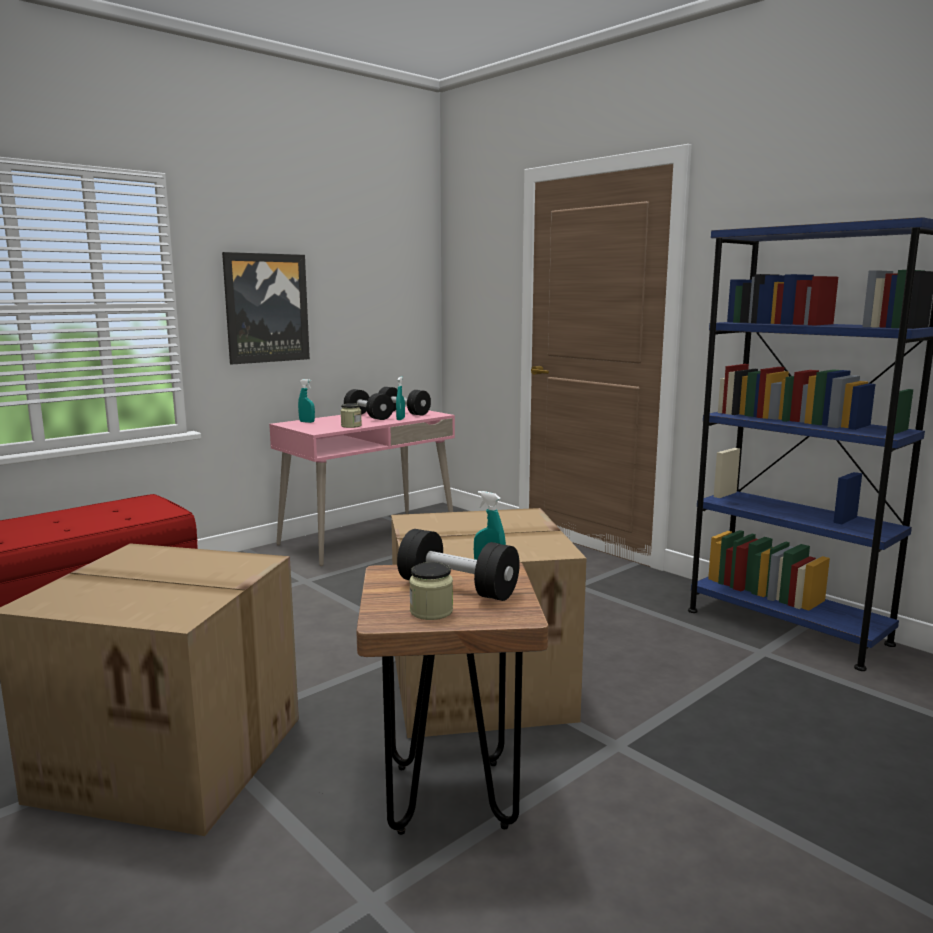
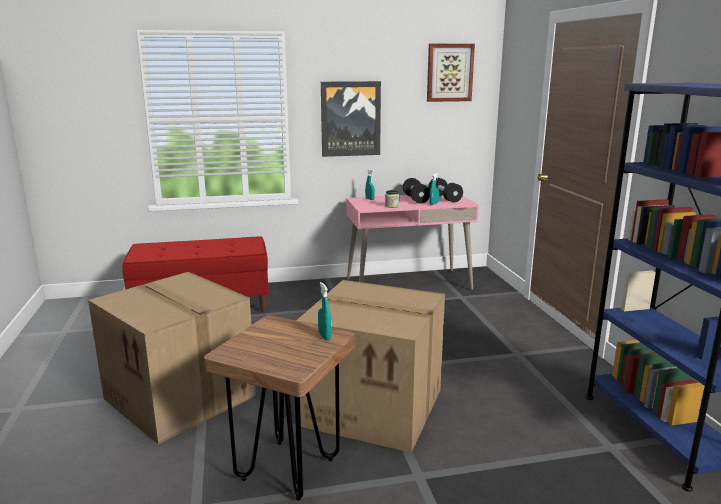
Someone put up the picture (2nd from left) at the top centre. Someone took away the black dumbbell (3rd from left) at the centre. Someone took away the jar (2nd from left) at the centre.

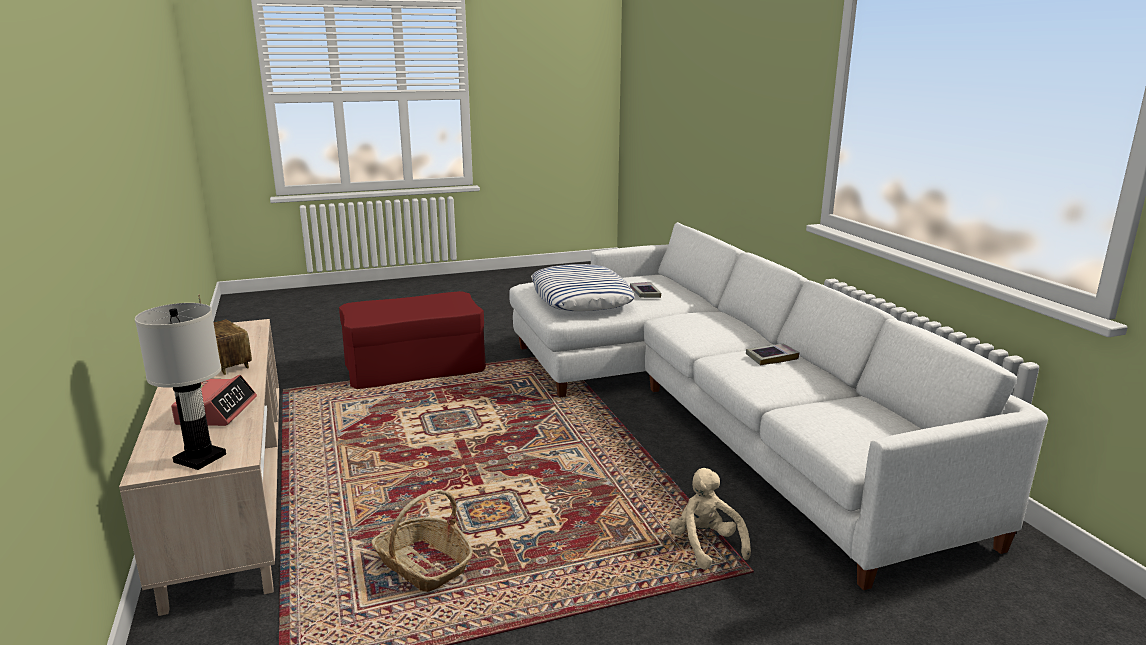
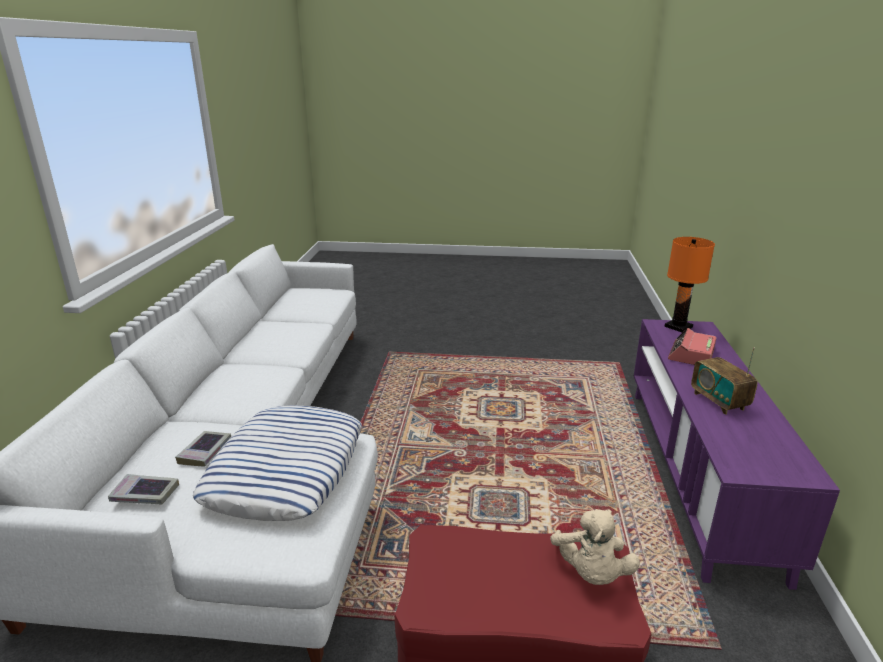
Someone carried the book (2nd from left in the first image) from the middle right to the bottom left. Someone carried the beige plush toy from the bottom centre to the bottom right. Someone repainted the beige tv stand at the bottom left, which became the purple tv stand at the bottom right. Someone repainted the white table lamp at the middle left, which became the orange table lamp at the middle right. Someone took away the basket at the bottom centre.

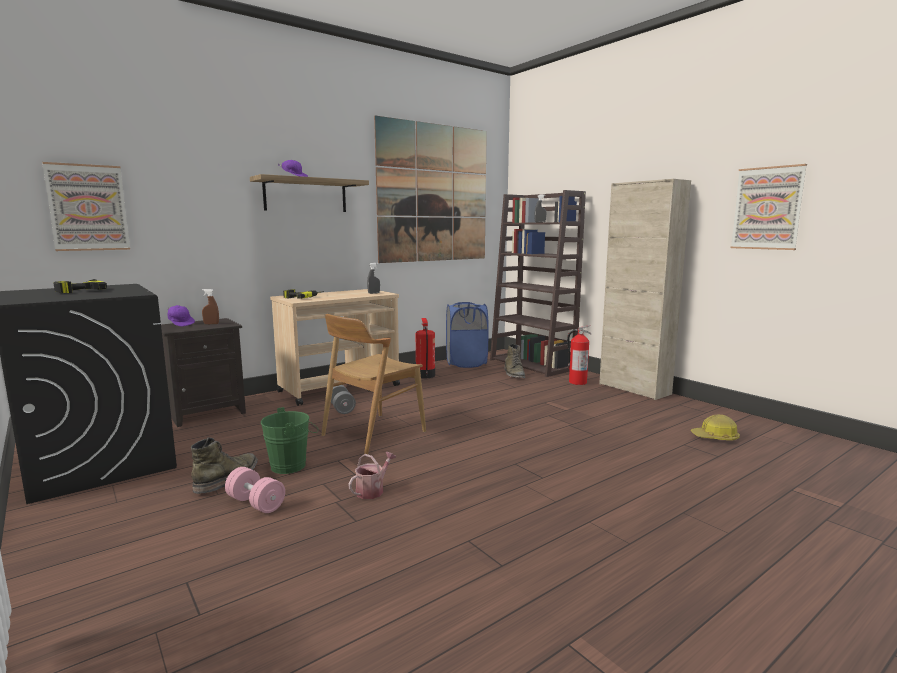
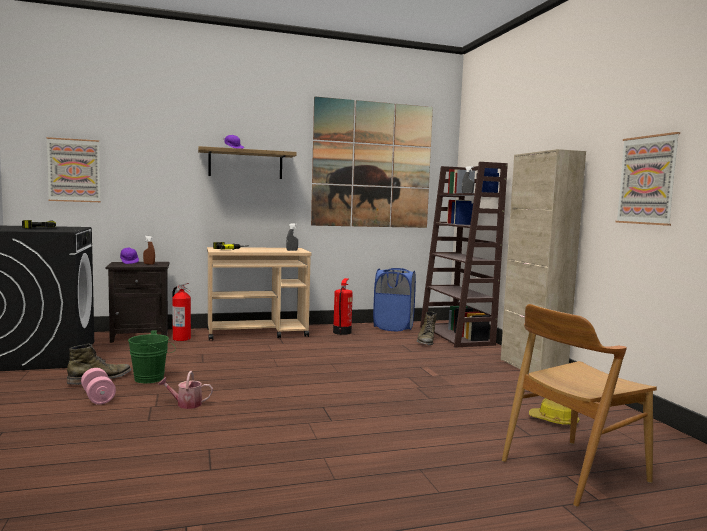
Someone rotated the watering can at the bottom centre by 150 degrees counterclockwise. Someone carried the fire extinguisher (2nd from left in the first image) from the centre to the middle left. Someone carried the brown chair from the centre to the bottom right. Someone took away the grey dumbbell at the centre.

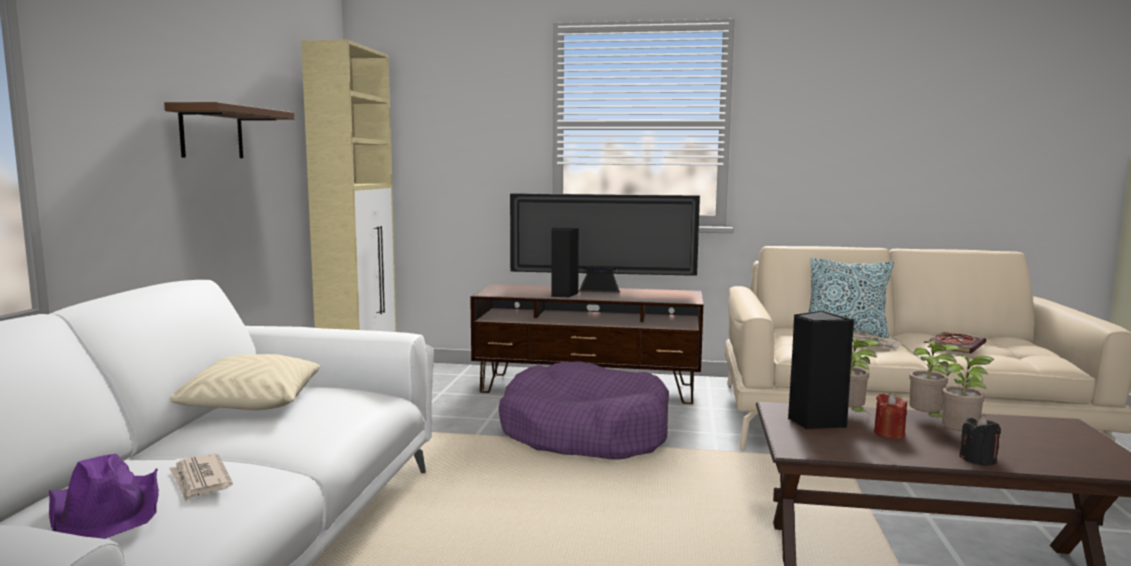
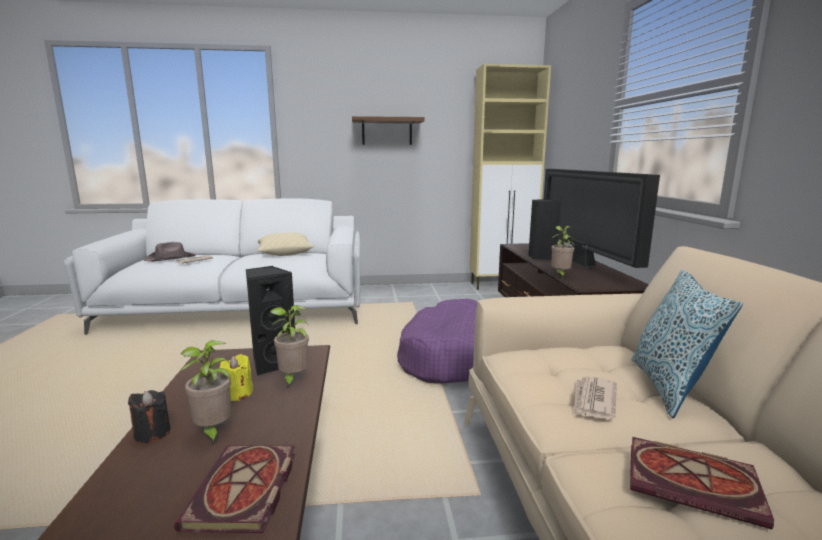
Someone repainted the purple hat at the bottom left, which became the brown hat at the middle left. Someone put down the book (1st from left) at the bottom left. Someone repainted the red candle at the bottom right, which became the yellow candle at the bottom left. Someone carried the potted plant (2nd from left in the first image) from the bottom right to the middle right.

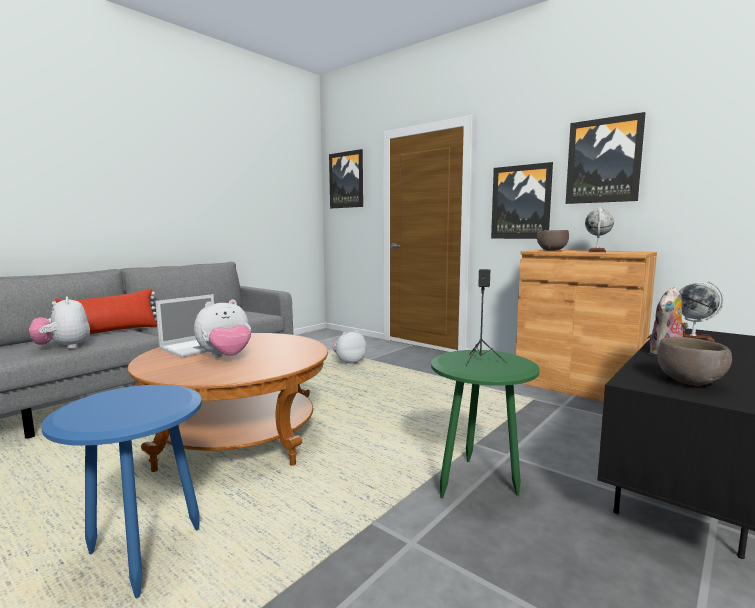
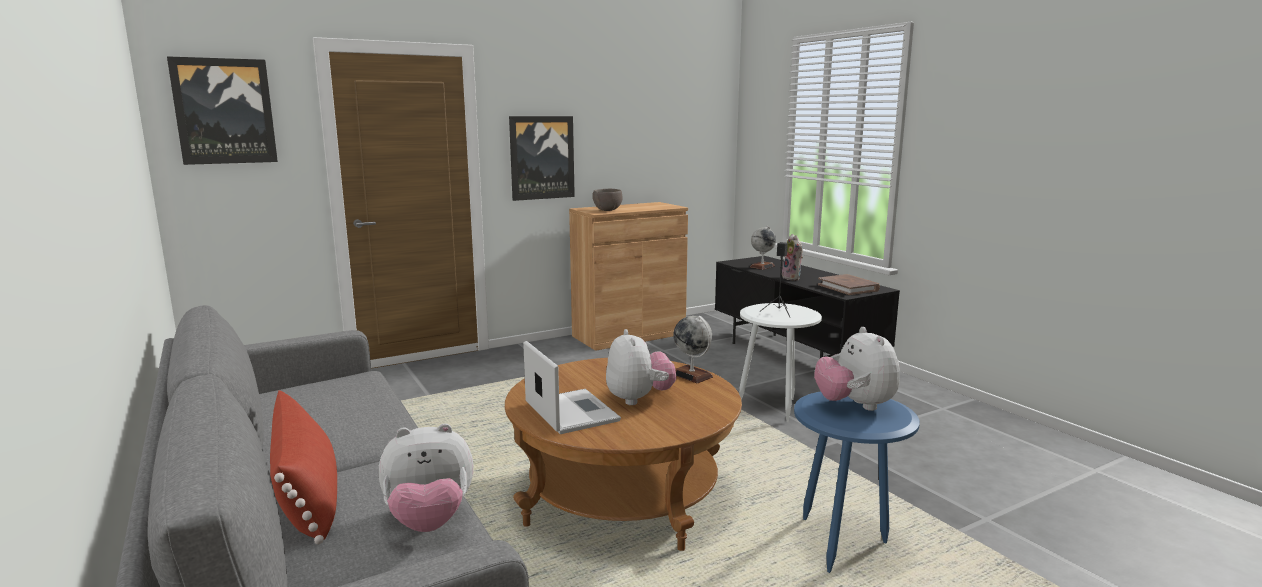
Someone carried the globe (1st from left) from the middle right to the centre. Someone repainted the green side table at the bottom centre, which became the white side table at the centre. Someone carried the plush toy (3rd from left in the first image) from the centre to the middle right. Someone swapped the brown bowl (2nd from left) at the middle right for the brown book at the middle right. Someone took away the picture (3rd from left) at the top right.

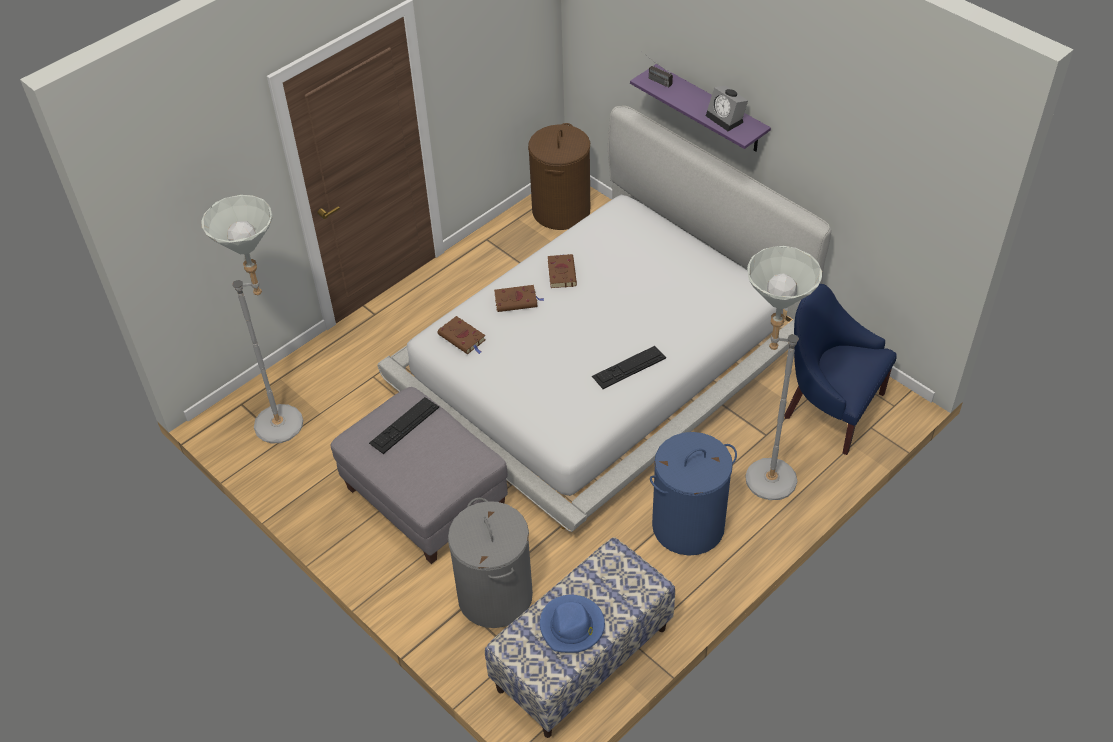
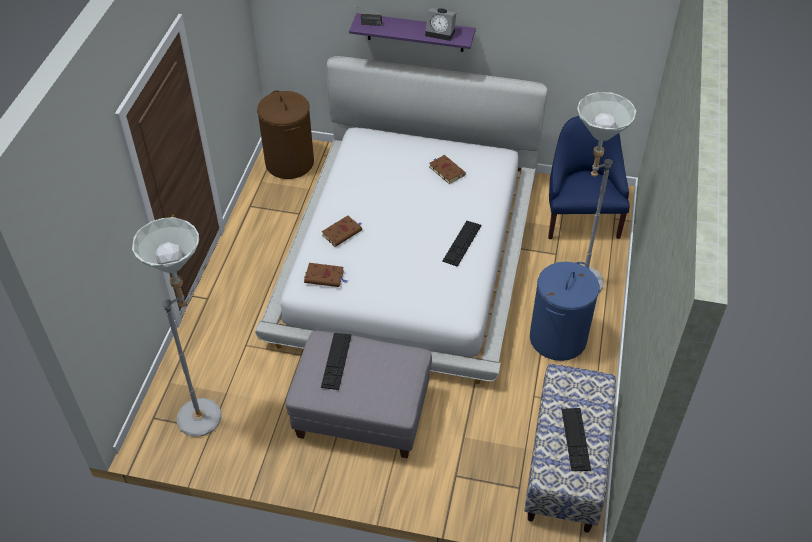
Someone carried the brown book (3rd from left) from the centre to the top centre. Someone rotated the blue armchair at the middle right by 90 degrees clockwise. Someone swapped the blue hat at the bottom centre for the keyboard (3rd from left) at the bottom right. Someone took away the grey laundry basket at the bottom centre.

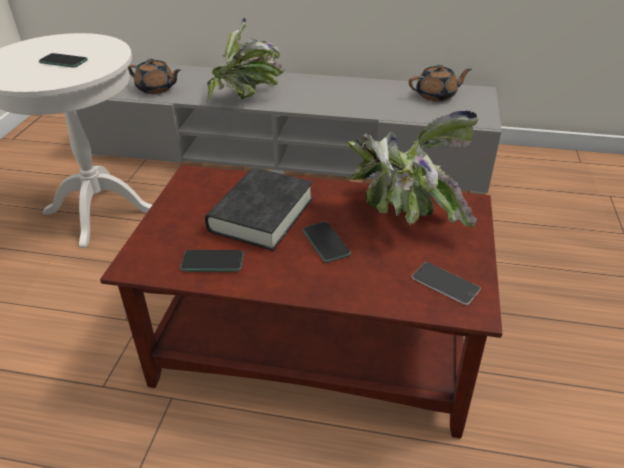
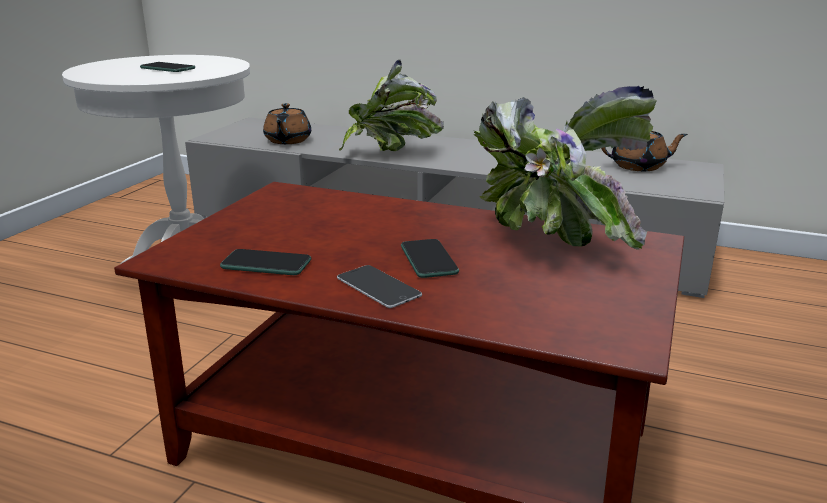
Someone rotated the brown teapot (1st from left) at the top left by 60 degrees clockwise. Someone carried the phone (4th from left in the first image) from the middle right to the centre. Someone took away the black book at the centre.

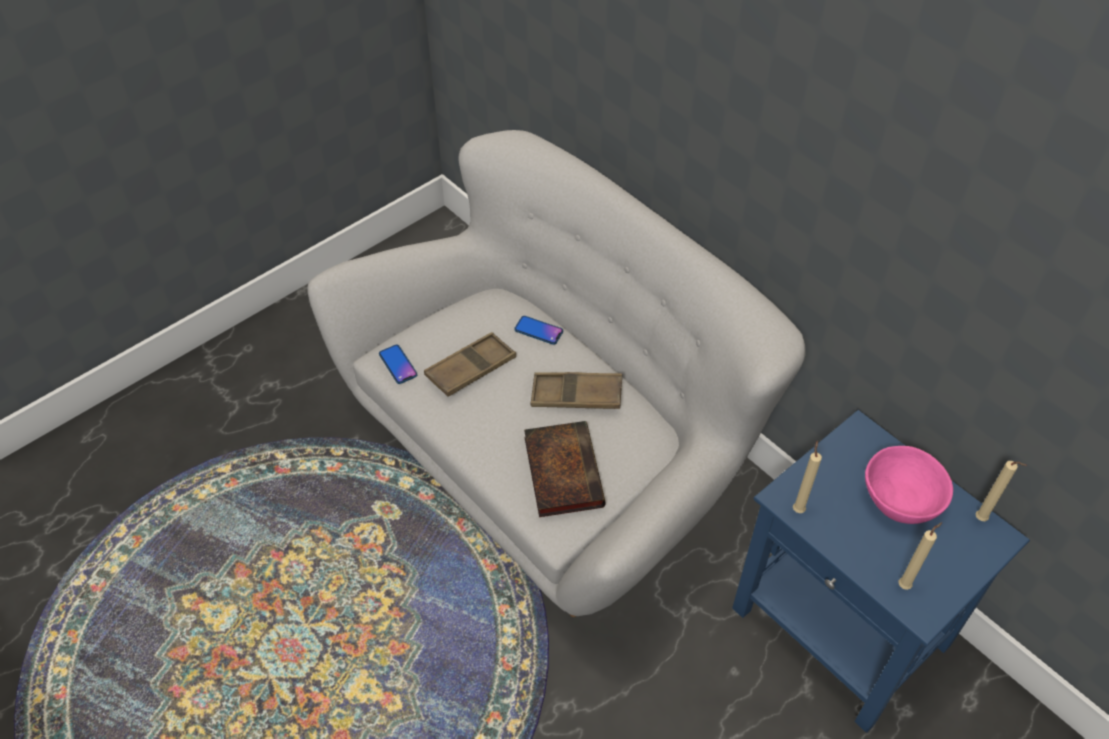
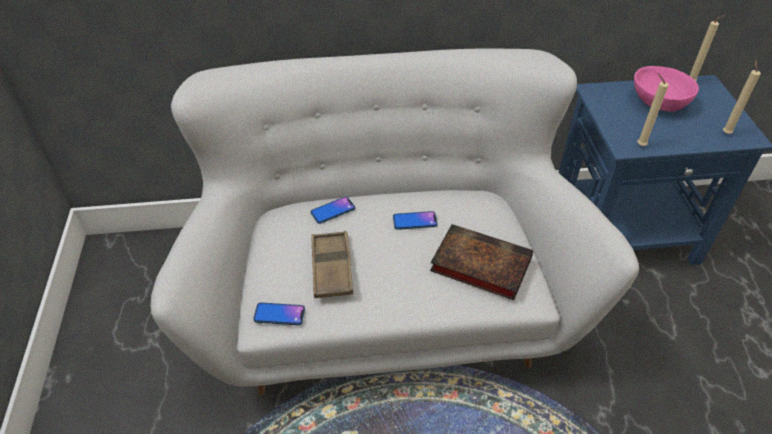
Someone swapped the brown tray (2nd from left) at the centre for the phone (3rd from left) at the centre.

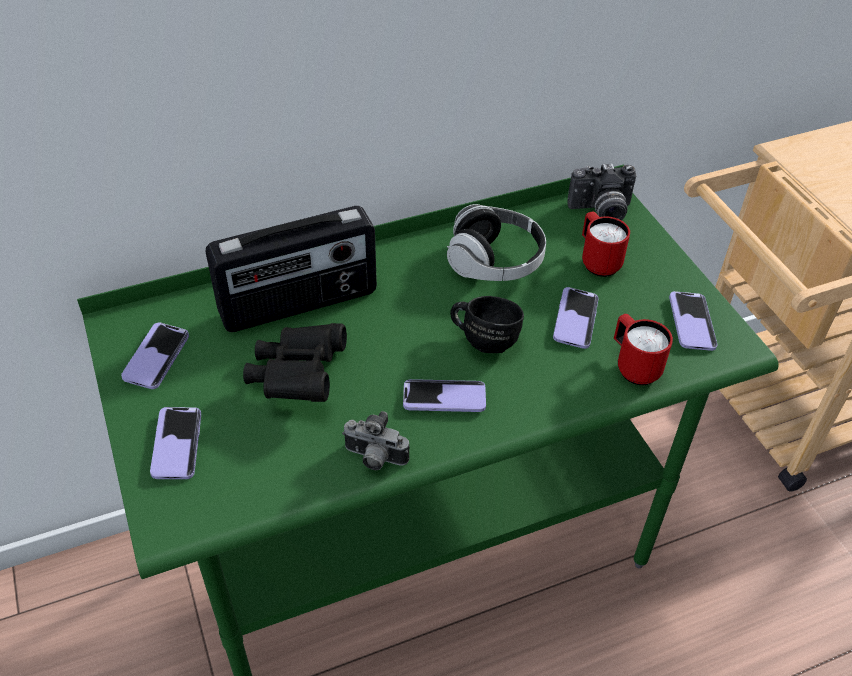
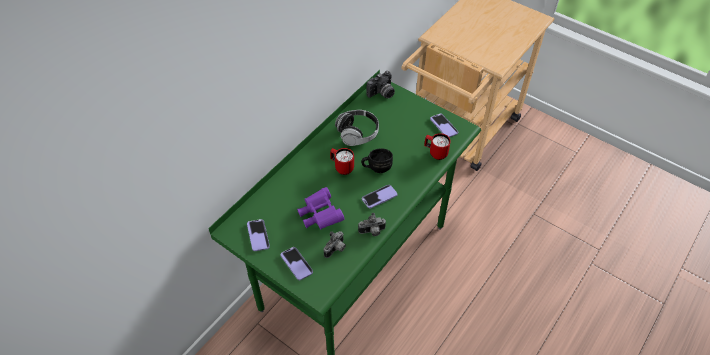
Someone repainted the black binoculars at the centre, which became the purple binoculars at the centre. Someone put down the photo camera (1st from left) at the bottom centre. Someone carried the red mug (1st from left) from the middle right to the centre. Someone took away the radio at the centre. Someone took away the phone (4th from left) at the middle right.

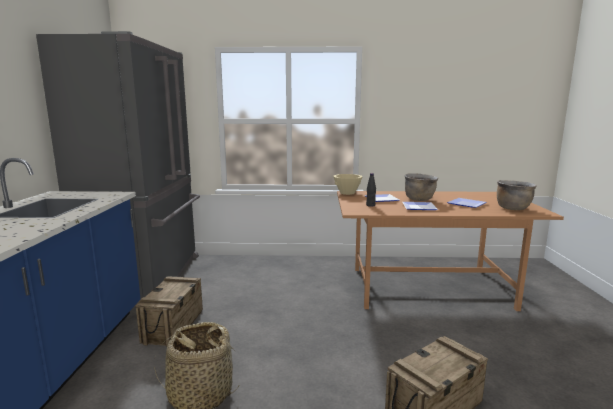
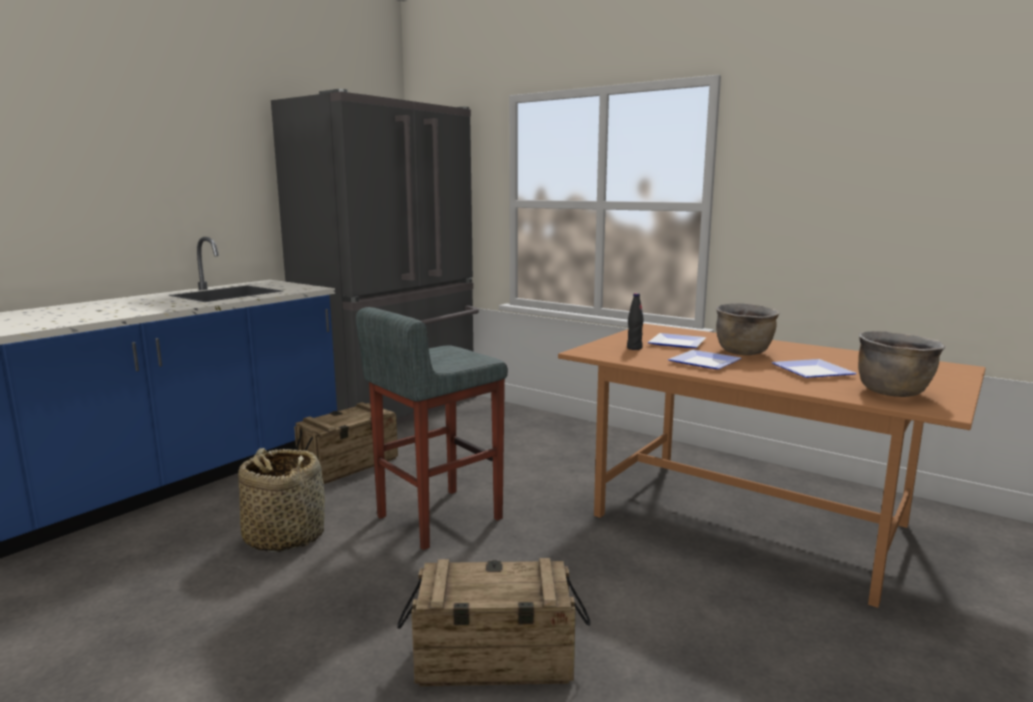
Someone put down the grey stool at the centre. Someone took away the beige bowl at the centre.

